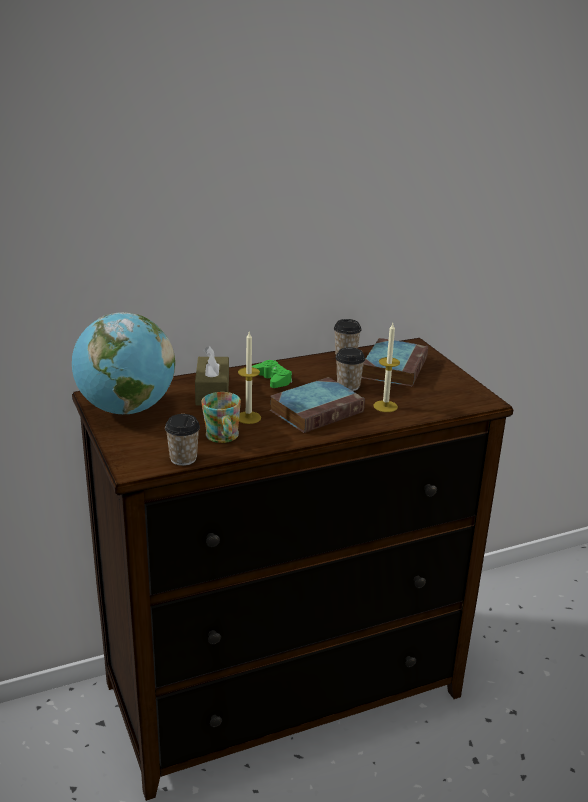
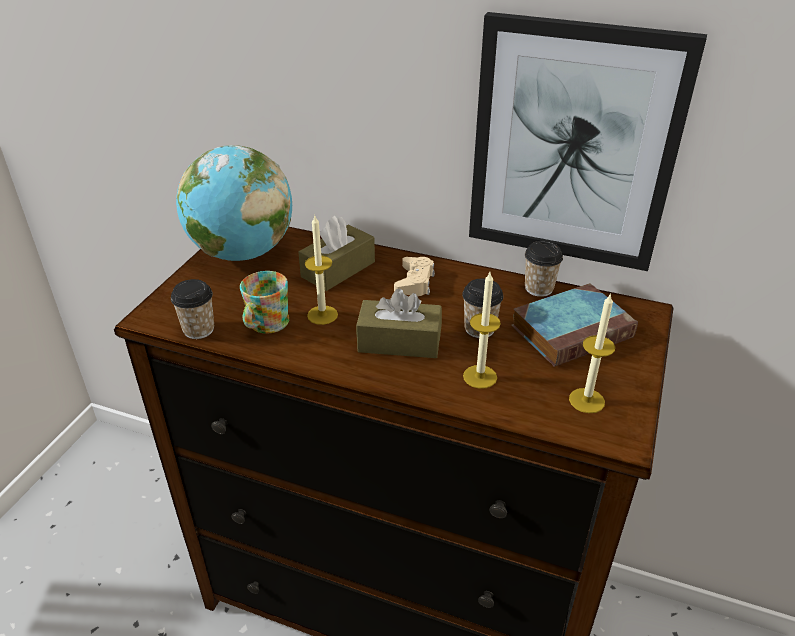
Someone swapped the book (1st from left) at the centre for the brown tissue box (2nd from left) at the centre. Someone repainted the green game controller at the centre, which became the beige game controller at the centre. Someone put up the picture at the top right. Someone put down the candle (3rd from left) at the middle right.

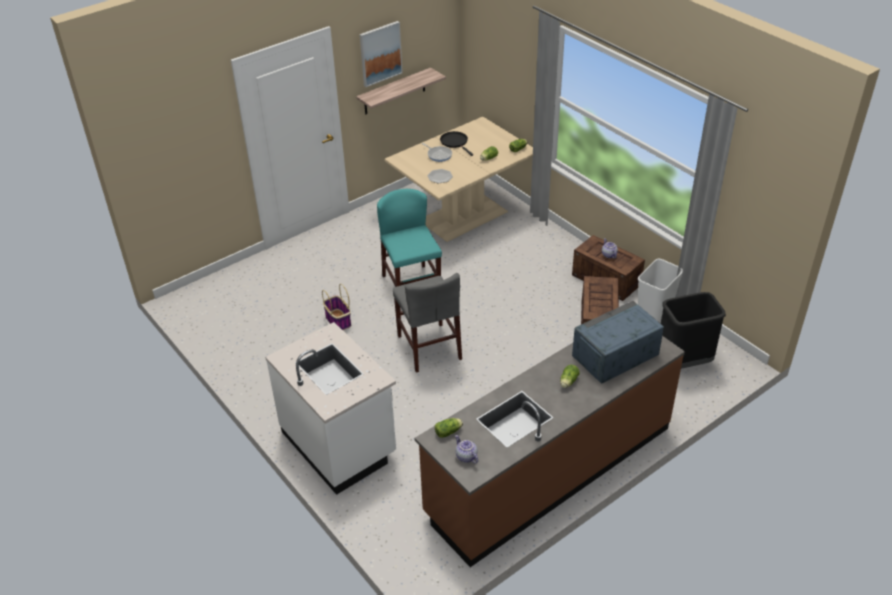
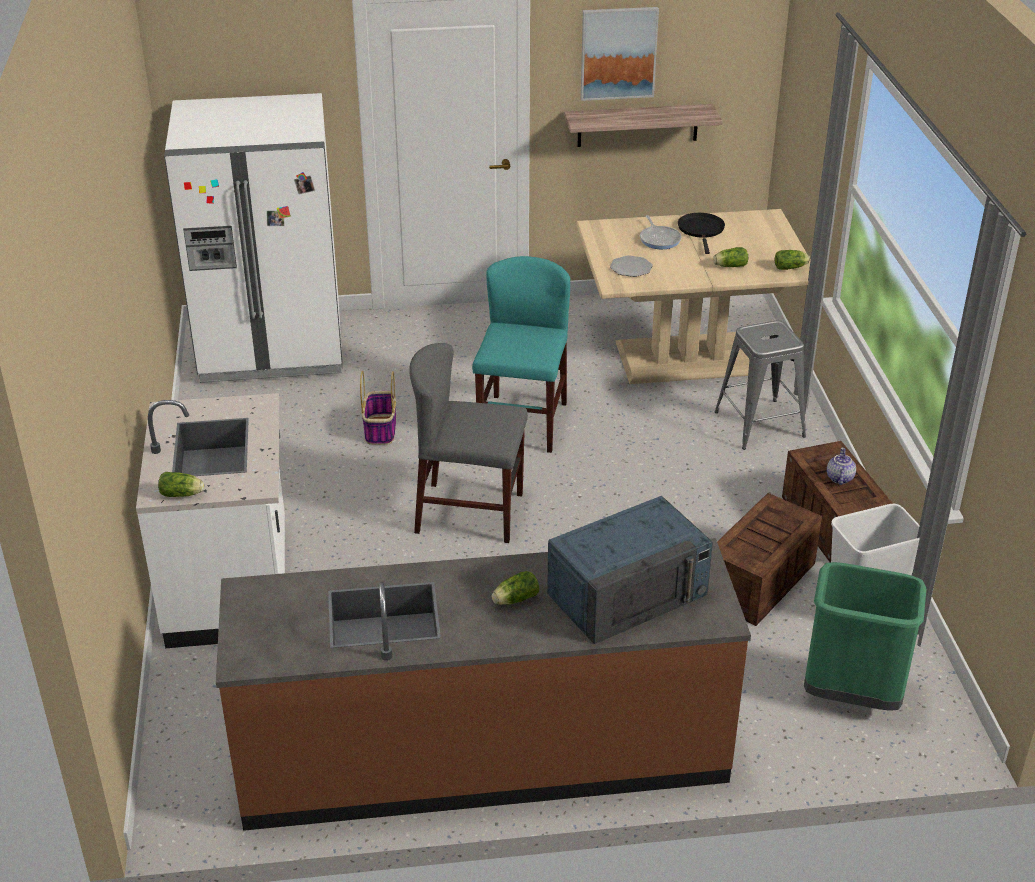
Someone carried the lettuce (1st from left) from the bottom centre to the middle left. Someone put down the white fridge at the top left. Someone rotated the grey chair at the centre by 90 degrees clockwise. Someone rotated the blue microwave at the middle right by 150 degrees clockwise. Someone put down the grey stool at the middle right. Someone repainted the black trash can at the middle right, which became the green trash can at the bottom right. Someone took away the teapot (1st from left) at the bottom centre.

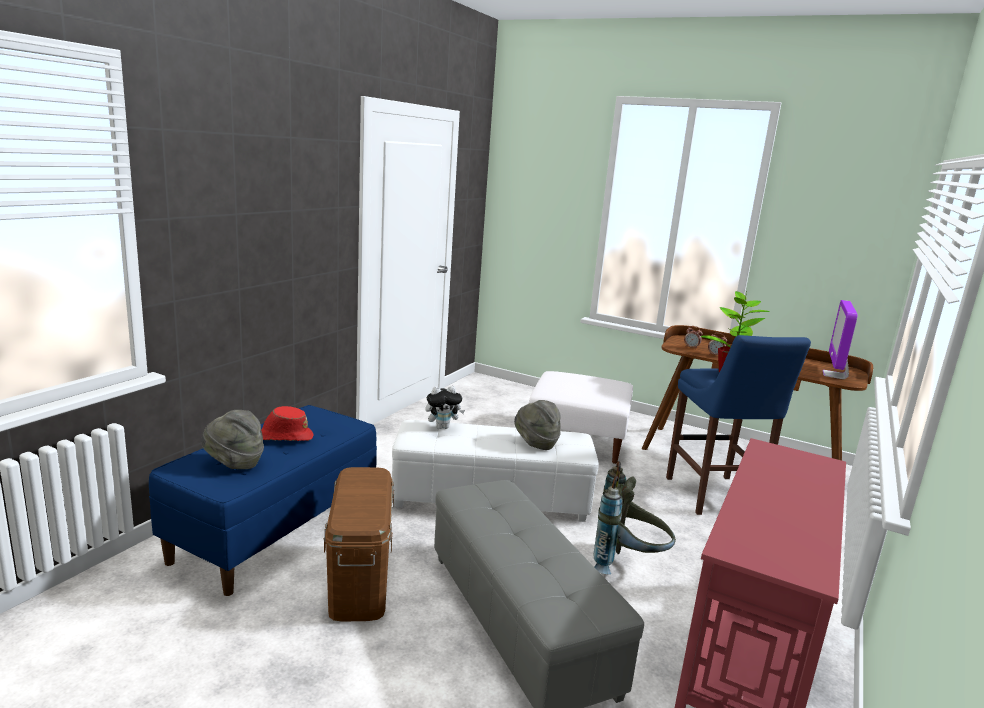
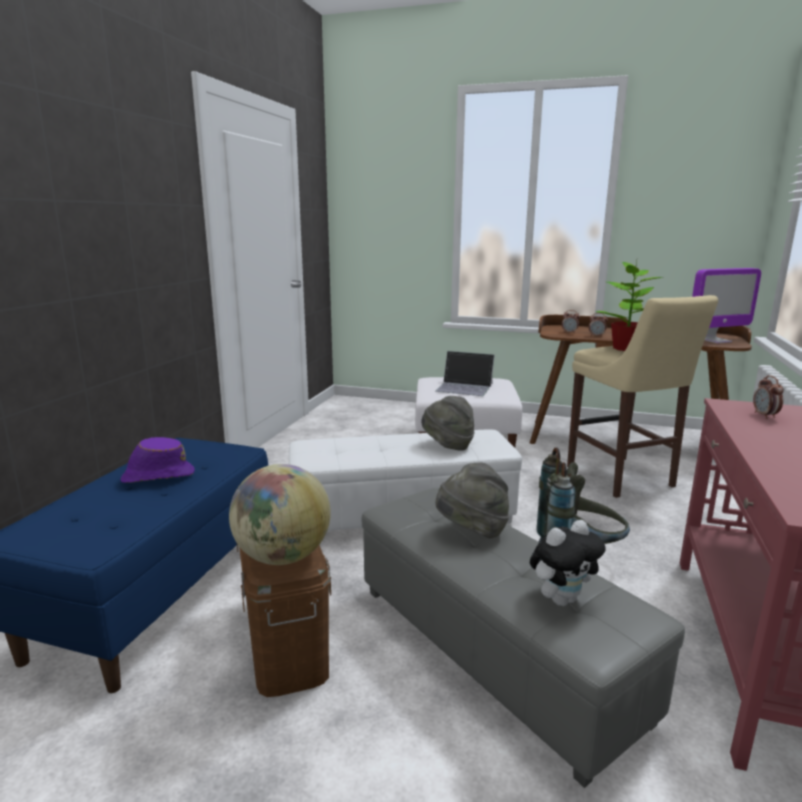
Someone repainted the red hat at the middle left, which became the purple hat at the middle left. Someone put down the globe at the centre. Someone put down the laptop at the centre. Someone carried the grey hat (1st from left in the first image) from the middle left to the centre. Someone carried the plush toy from the centre to the bottom right. Someone repainted the blue stool at the middle right, which became the beige stool at the middle right. Someone rotated the monitor at the middle right by 120 degrees counterclockwise. Someone put down the alarm clock (3rd from left) at the middle right.

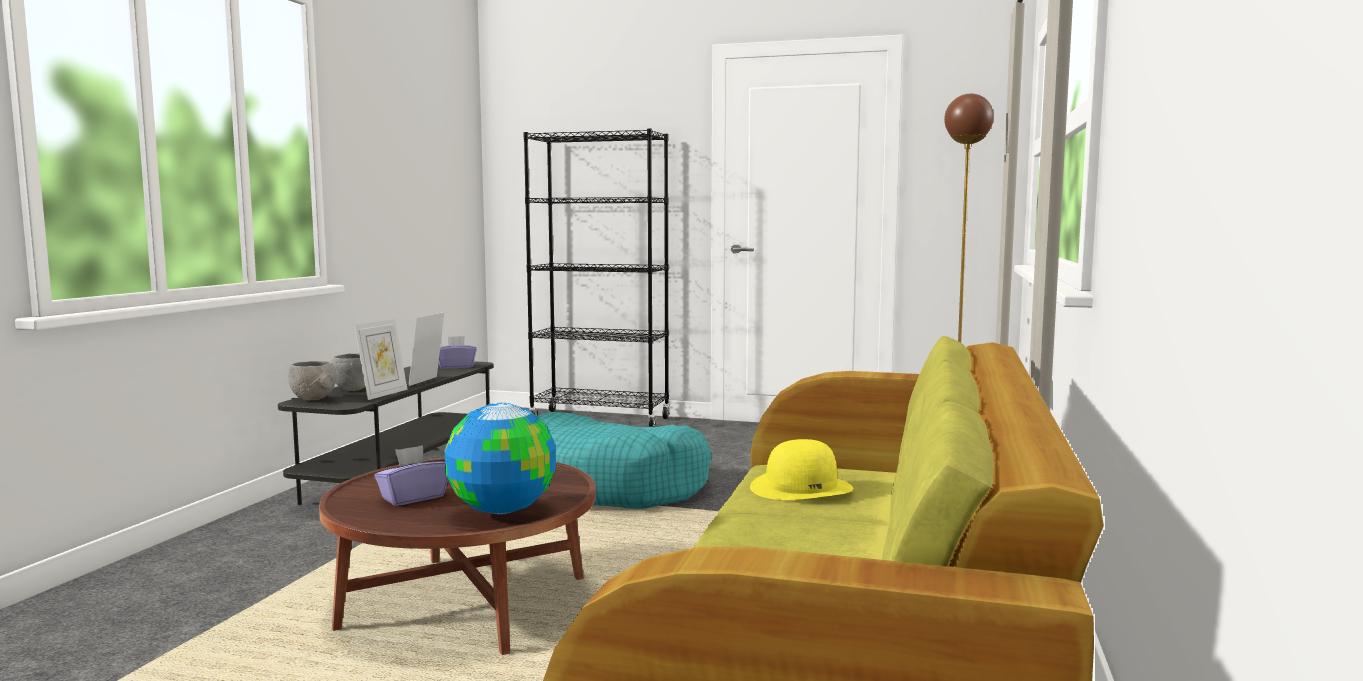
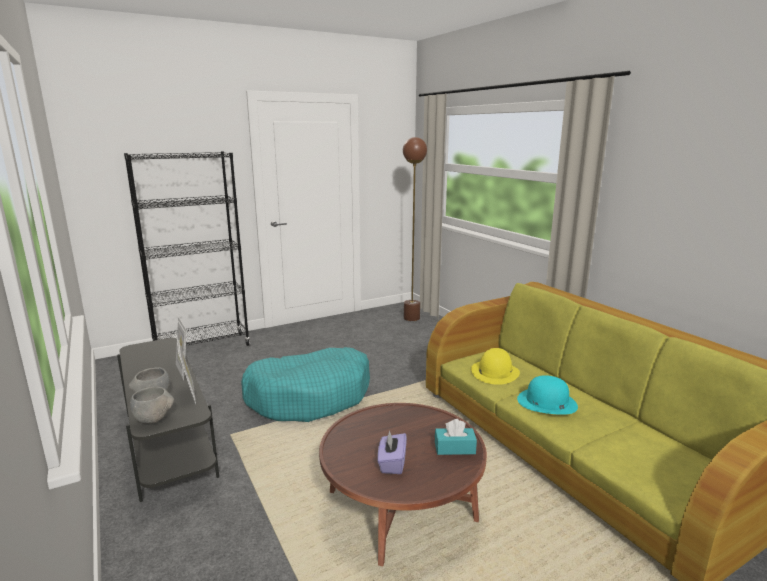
Someone swapped the globe at the bottom centre for the turquoise tissue box at the bottom centre. Someone put down the turquoise hat at the bottom right. Someone took away the purple tissue box (2nd from left) at the centre.

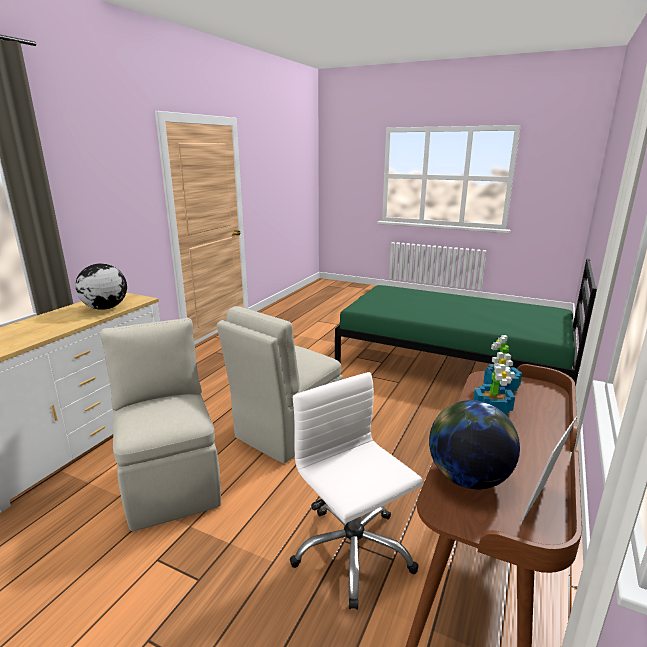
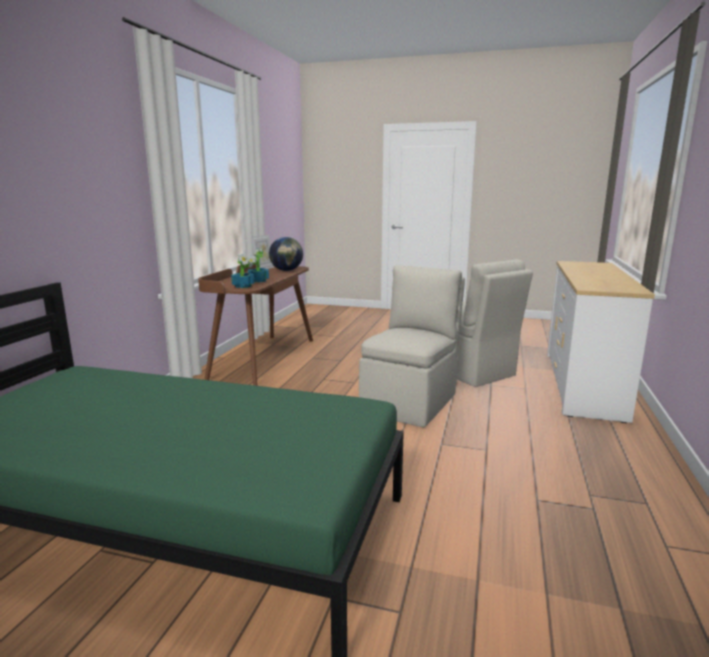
Someone took away the globe (1st from left) at the middle left. Someone took away the white office chair at the bottom centre.

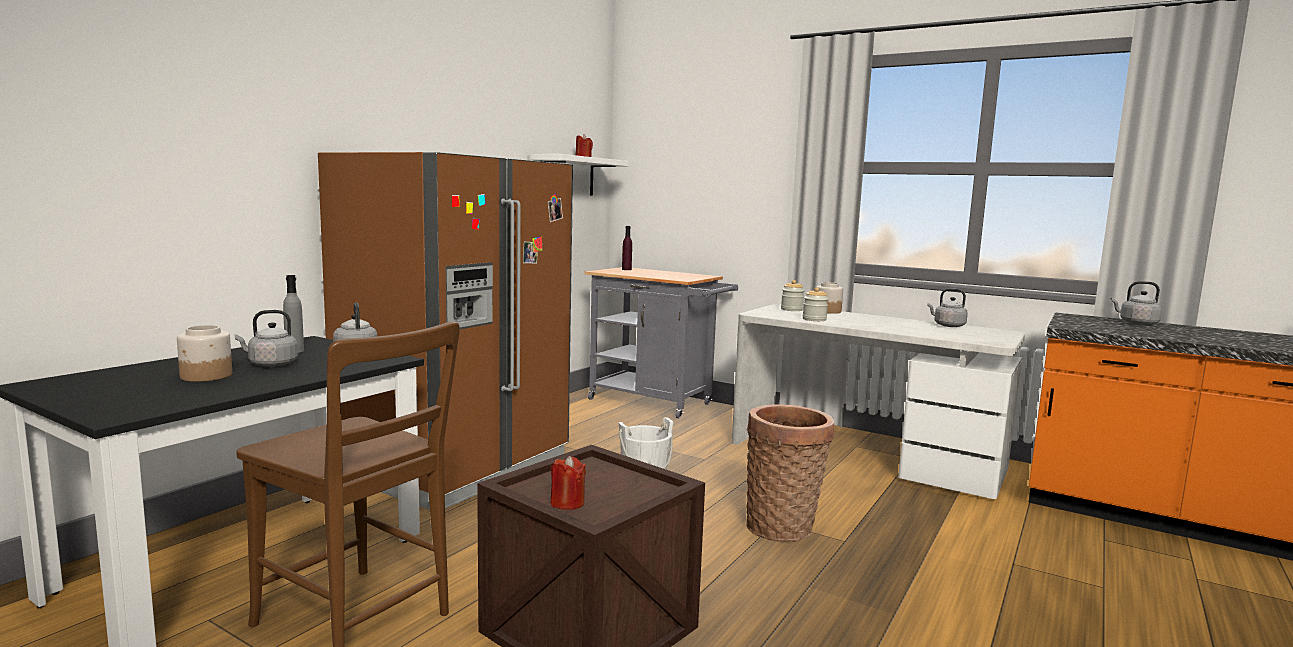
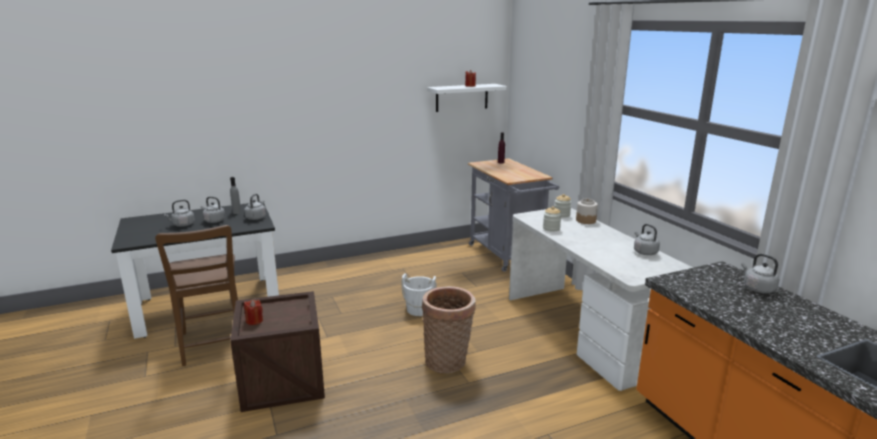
Someone swapped the jar (1st from left) at the middle left for the grey kettle (1st from left) at the middle left. Someone took away the brown fridge at the centre.

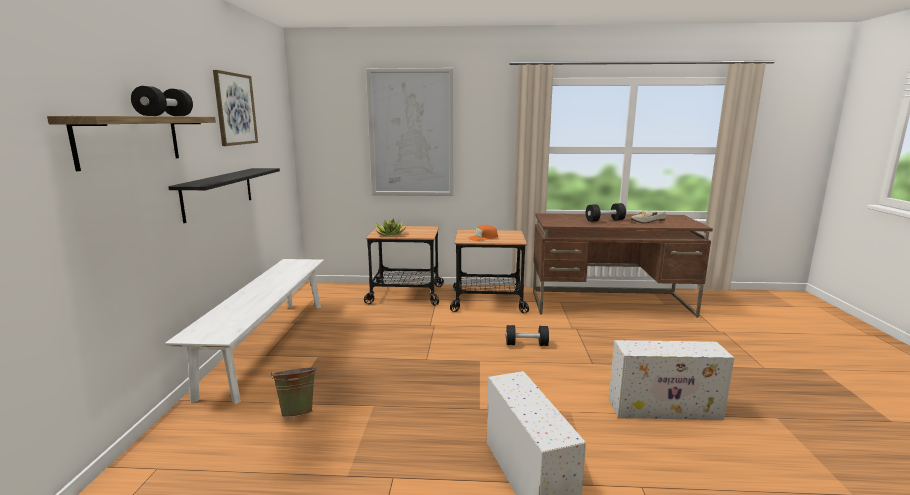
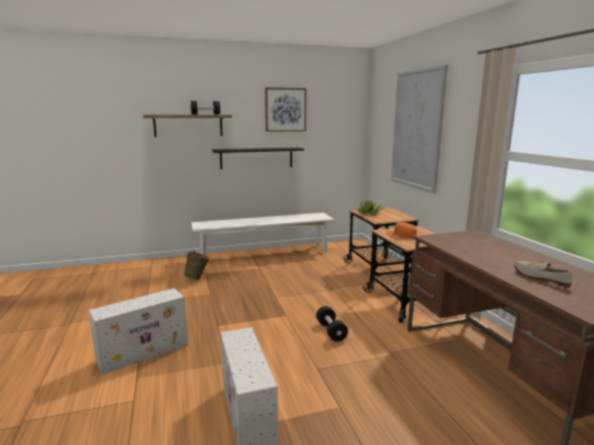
Someone took away the black dumbbell (3rd from left) at the centre.

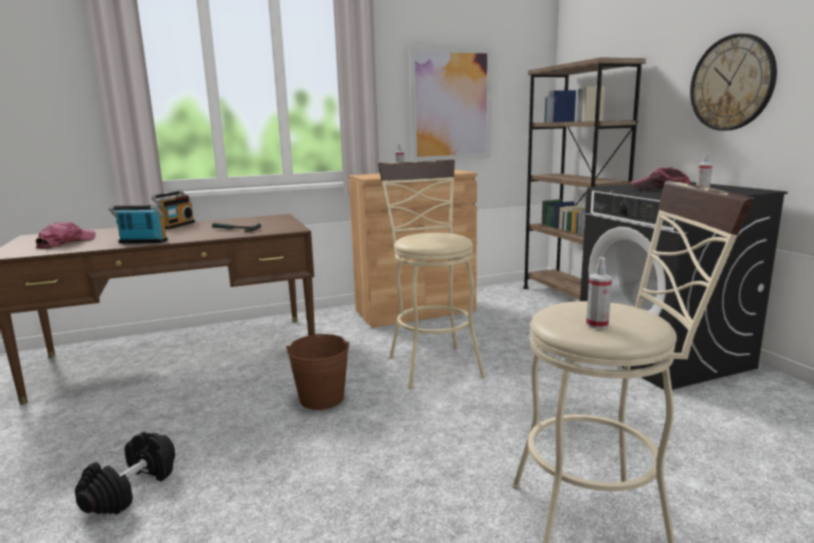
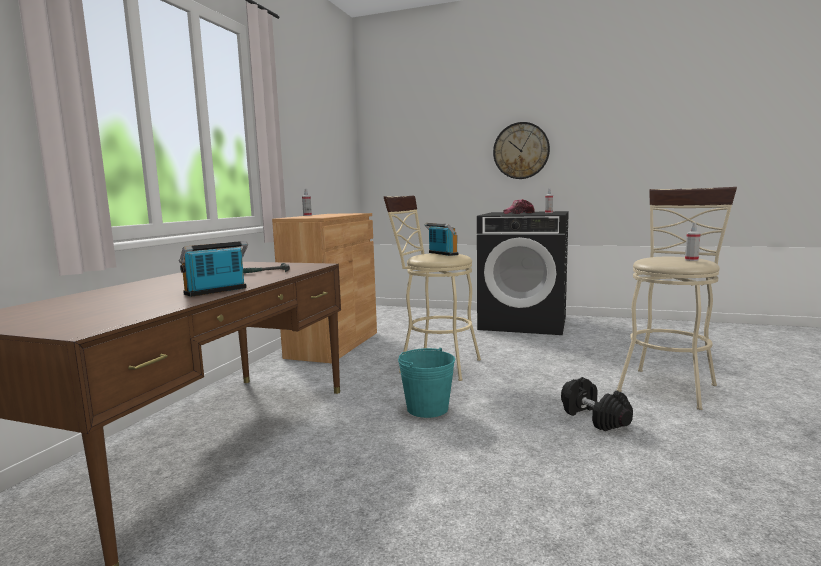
Someone repainted the brown bucket at the bottom centre, which became the turquoise bucket at the bottom centre. Someone carried the radio (2nd from left) from the middle left to the centre. Someone carried the black dumbbell from the bottom left to the bottom right. Someone took away the cap (1st from left) at the middle left. Someone took away the picture at the top centre. Someone took away the brown bookcase at the top right.

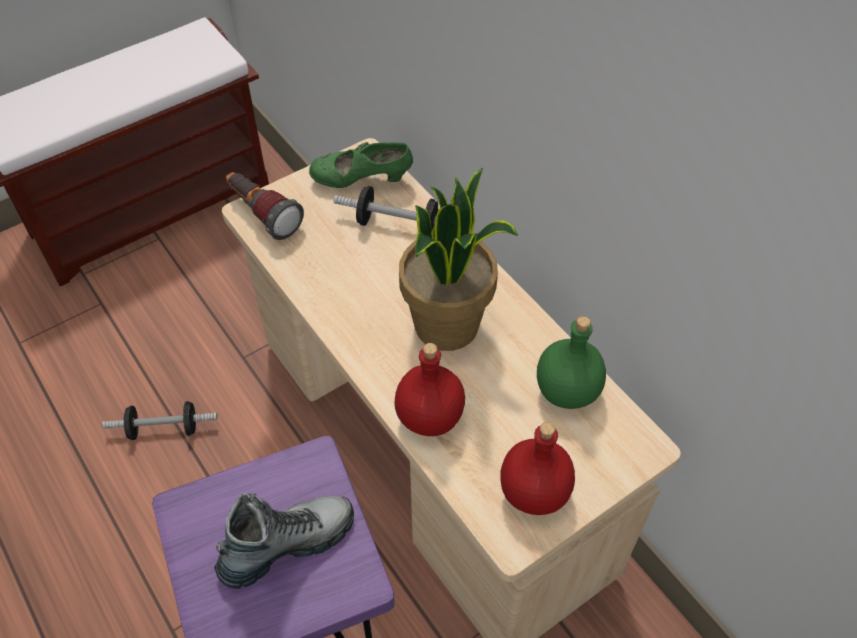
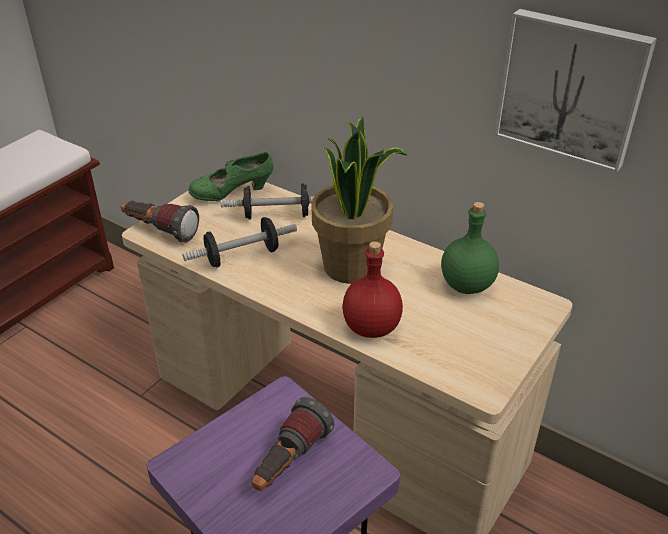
Someone carried the dumbbell (1st from left) from the middle left to the centre. Someone swapped the boot at the bottom left for the flashlight (2nd from left) at the bottom centre. Someone put up the picture at the top right. Someone took away the red bottle (2nd from left) at the bottom centre.

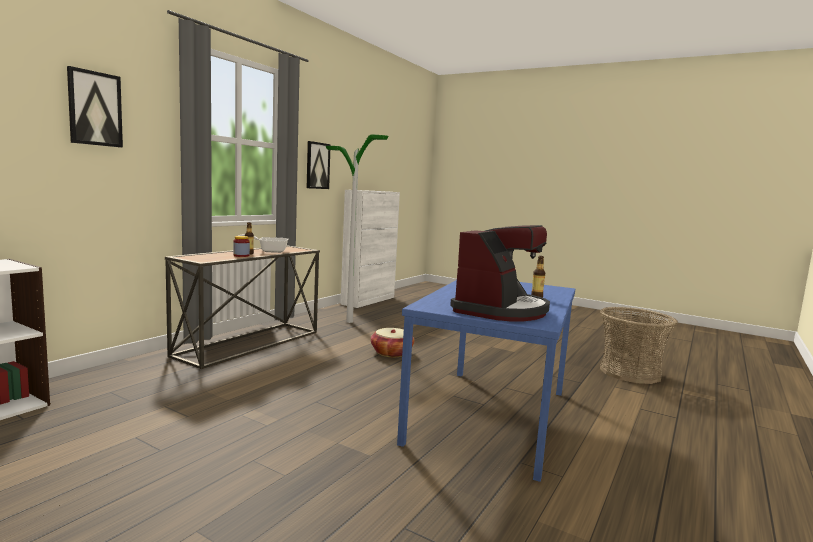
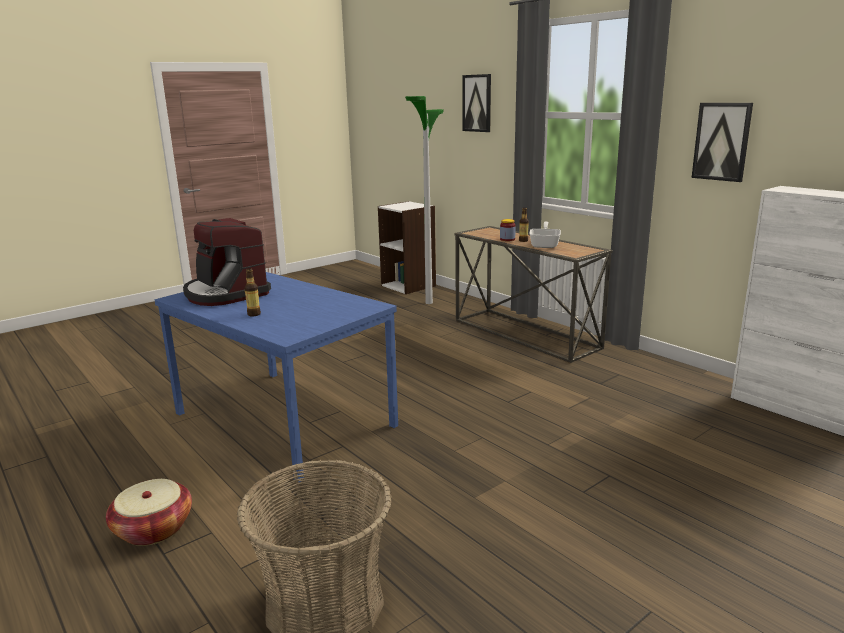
Someone carried the basket (1st from left) from the centre to the bottom left. Someone carried the floor lamp from the centre to the top centre.

